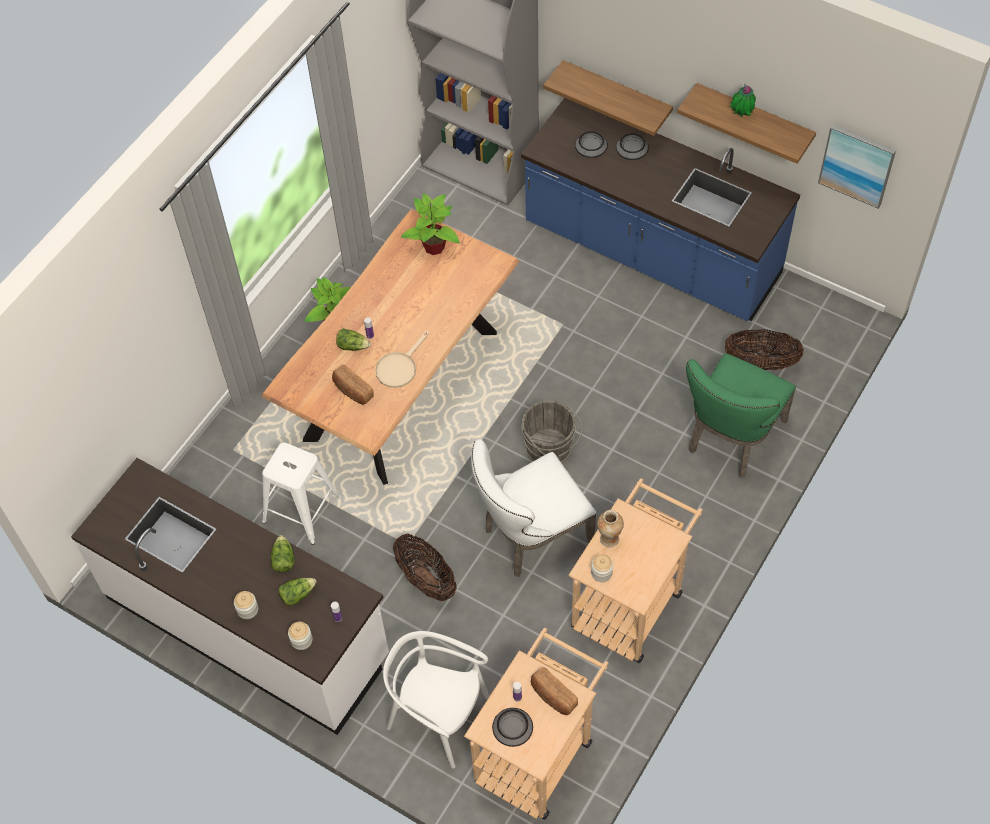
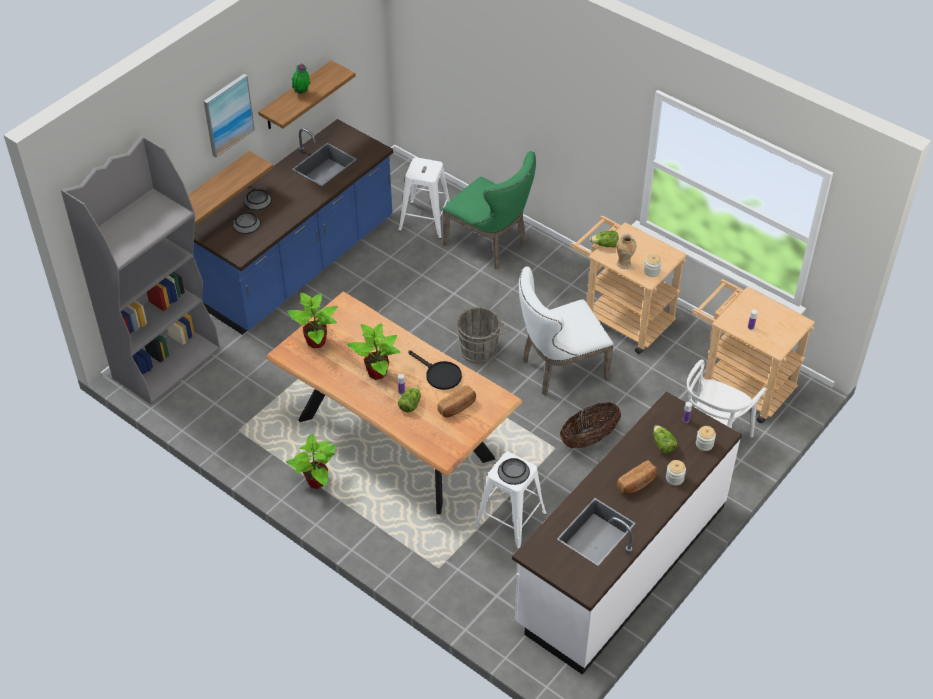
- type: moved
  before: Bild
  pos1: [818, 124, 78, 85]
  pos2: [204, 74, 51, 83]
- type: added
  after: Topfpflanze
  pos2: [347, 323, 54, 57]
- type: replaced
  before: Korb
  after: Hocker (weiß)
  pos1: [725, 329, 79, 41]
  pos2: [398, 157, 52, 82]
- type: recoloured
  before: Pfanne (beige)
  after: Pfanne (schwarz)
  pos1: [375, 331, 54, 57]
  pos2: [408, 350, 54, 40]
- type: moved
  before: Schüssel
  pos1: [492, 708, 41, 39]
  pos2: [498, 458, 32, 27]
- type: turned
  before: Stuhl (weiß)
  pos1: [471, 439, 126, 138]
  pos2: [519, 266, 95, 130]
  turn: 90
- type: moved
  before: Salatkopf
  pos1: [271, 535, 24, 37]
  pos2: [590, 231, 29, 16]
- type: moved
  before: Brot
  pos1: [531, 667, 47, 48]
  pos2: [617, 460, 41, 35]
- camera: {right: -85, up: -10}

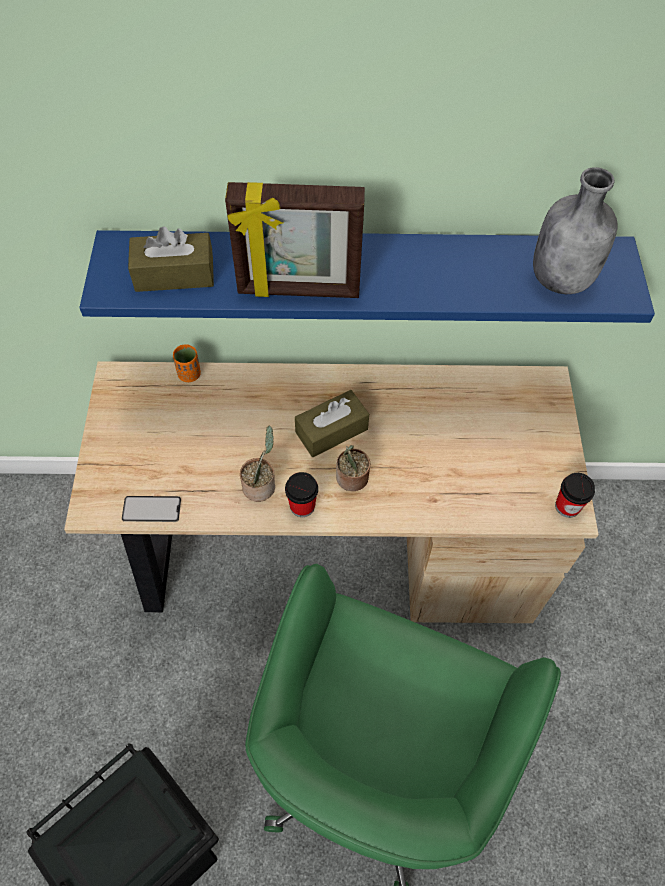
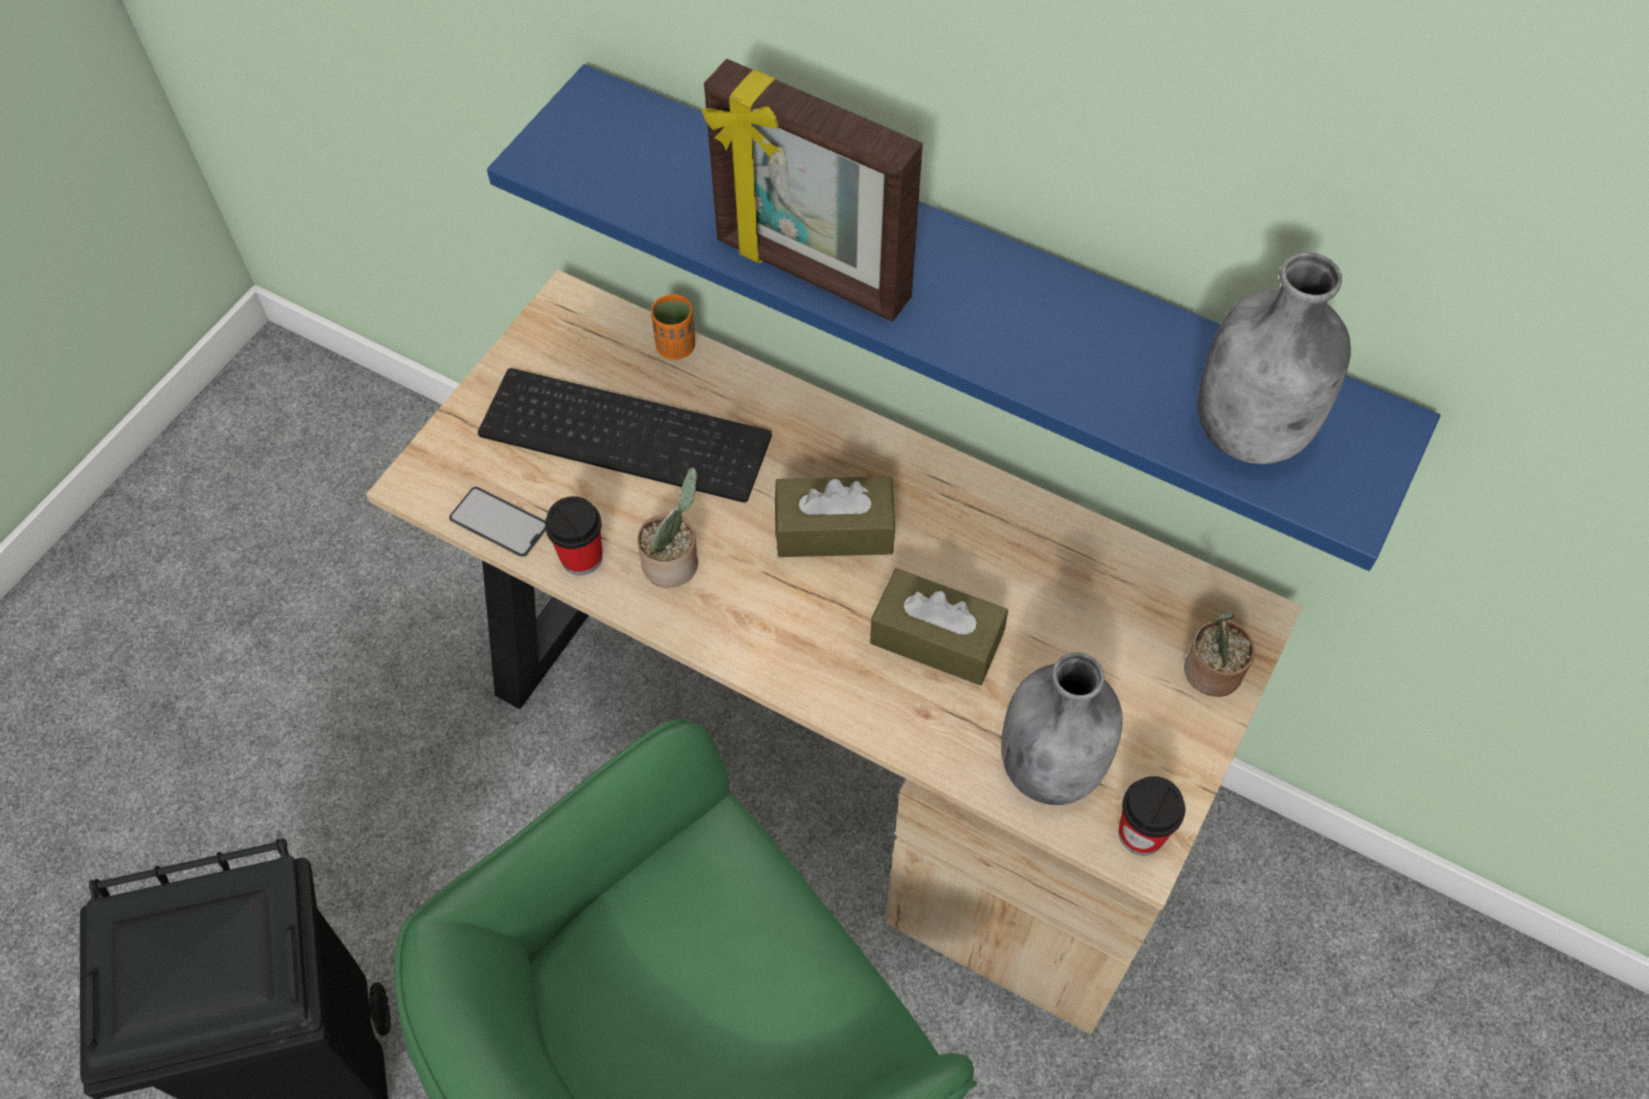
- type: added
  after: Tastatur
  pos2: [478, 368, 294, 135]
- type: moved
  before: Tasse
  pos1: [285, 472, 33, 45]
  pos2: [545, 496, 58, 80]
- type: moved
  before: Taschentuchbox (braun)
  pos1: [128, 226, 86, 66]
  pos2: [870, 568, 138, 117]
- type: added
  after: Flasche (grau)
  pos2: [1001, 652, 122, 153]
- type: moved
  before: Topfpflanze
  pos1: [336, 445, 35, 46]
  pos2: [1184, 613, 71, 84]
- camera: {right: 30, up: 0}

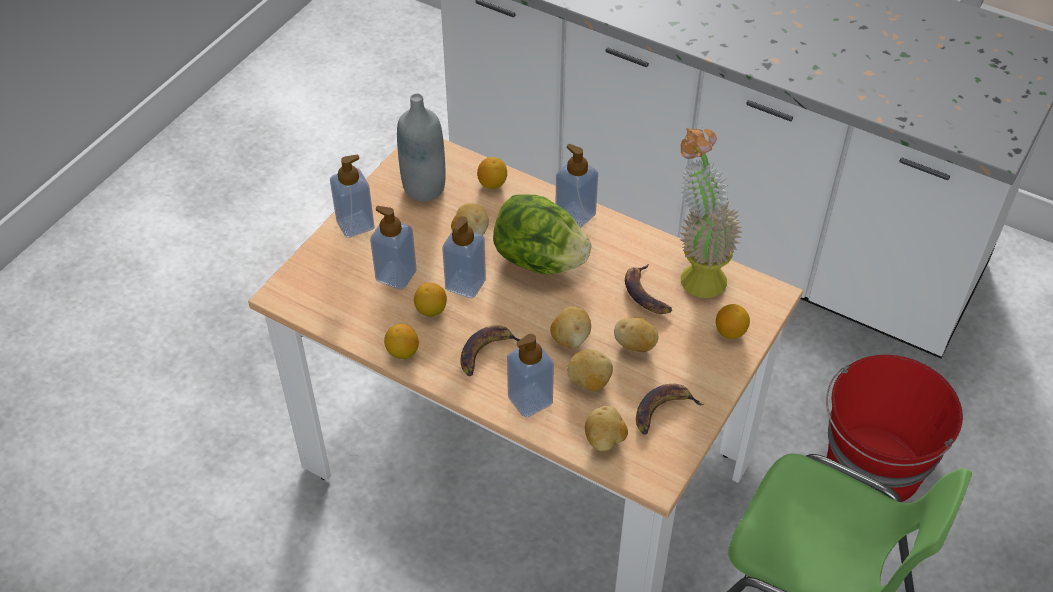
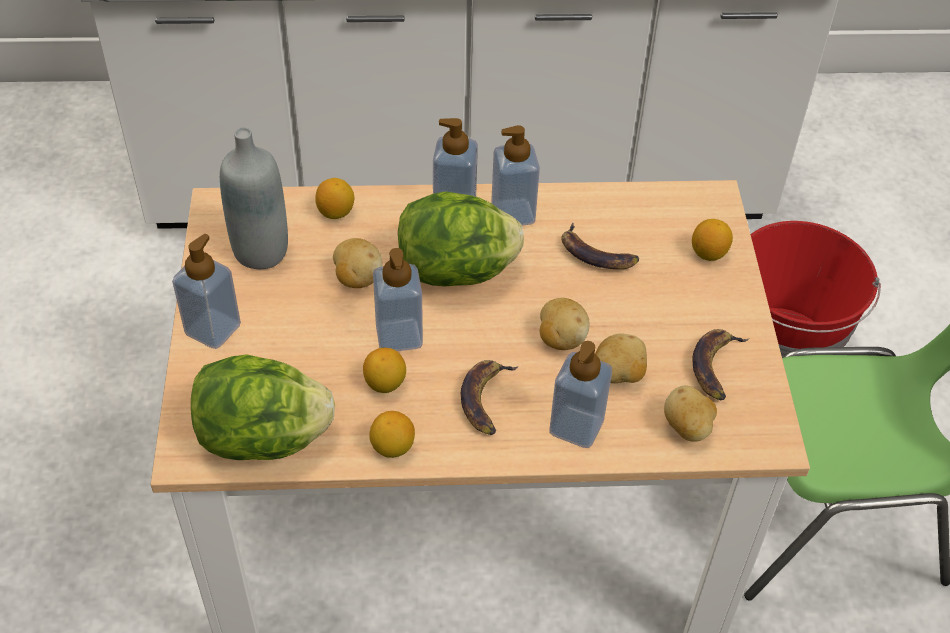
- type: added
  after: Salatkopf
  pos2: [191, 354, 144, 106]
- type: moved
  before: Seifenspender
  pos1: [370, 206, 46, 83]
  pos2: [491, 125, 49, 101]
- type: removed
  before: Kartoffel
  pos1: [614, 317, 44, 35]
- type: removed
  before: Topfpflanze
  pos1: [679, 128, 63, 170]
- camera: {right: -35, up: 0}

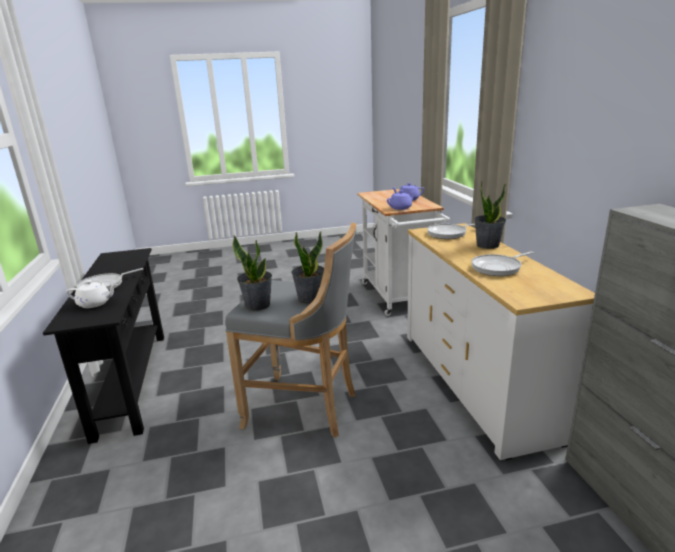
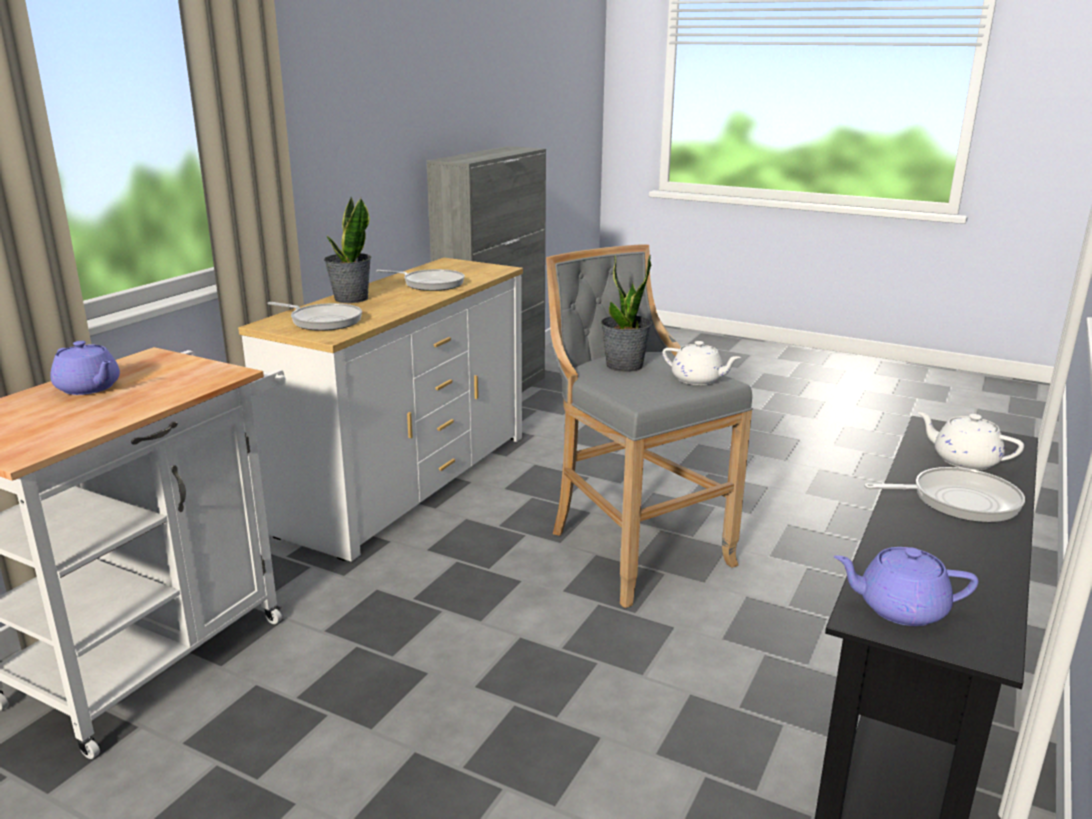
- type: replaced
  before: Topfpflanze
  after: Teekanne (weiß)
  pos1: [232, 236, 40, 75]
  pos2: [663, 341, 78, 44]
- type: moved
  before: Teekanne (lila)
  pos1: [387, 190, 29, 20]
  pos2: [834, 547, 144, 79]
- camera: {right: -140, up: 0}

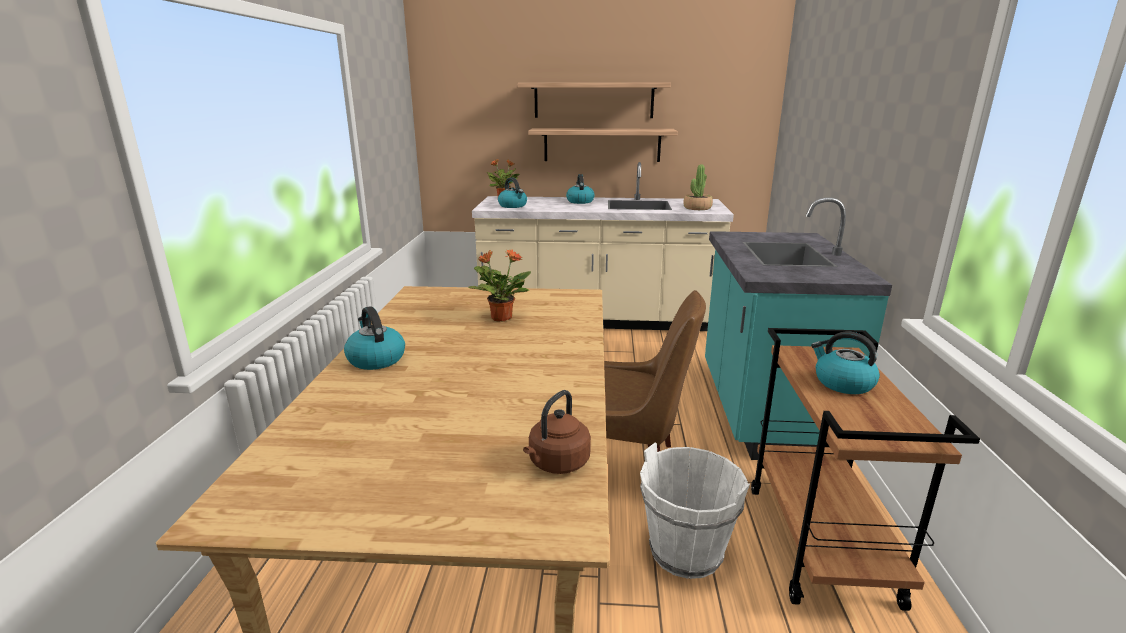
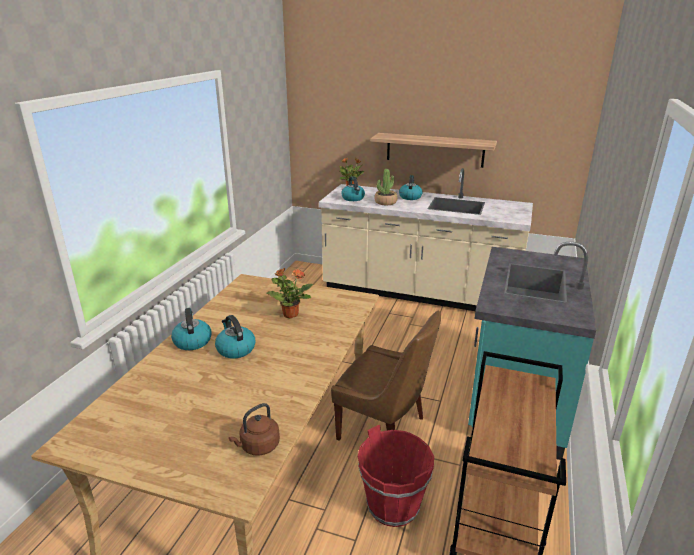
- type: moved
  before: Wasserkessel
  pos1: [811, 331, 69, 63]
  pos2: [215, 315, 41, 44]
- type: recoloured
  before: Eimer (weiß)
  after: Eimer (rot)
  pos1: [640, 443, 110, 136]
  pos2: [358, 425, 76, 102]
- type: moved
  before: Topfpflanze
  pos1: [683, 165, 30, 45]
  pos2: [374, 169, 24, 36]
- type: removed
  before: Wandregal
  pos1: [517, 83, 154, 35]
- camera: {right: 15, up: 5}

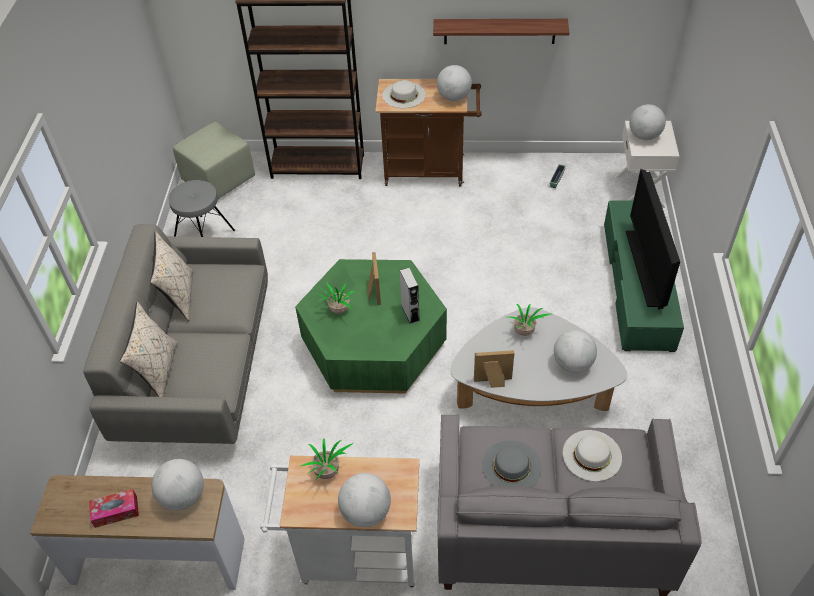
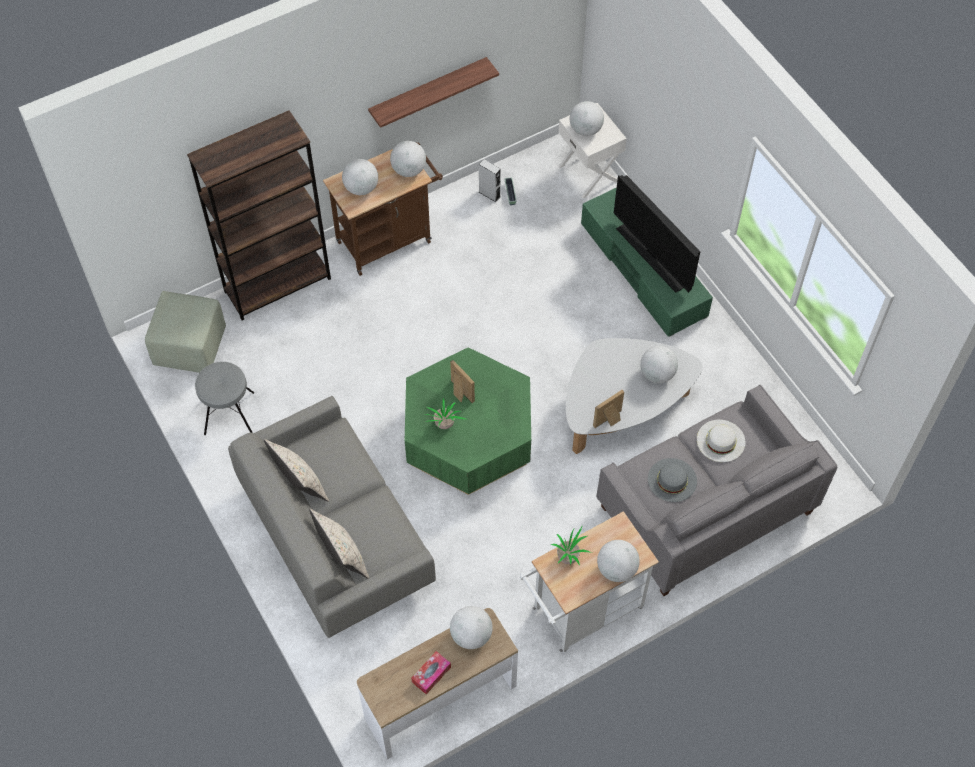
- type: replaced
  before: Hut (weiß)
  after: Globus
  pos1: [382, 80, 44, 28]
  pos2: [342, 159, 36, 36]
- type: moved
  before: Lautsprecher (grau)
  pos1: [400, 268, 20, 56]
  pos2: [479, 159, 22, 43]
- type: removed
  before: Topfpflanze
  pos1: [508, 304, 43, 32]
- camera: {right: -35, up: 10}

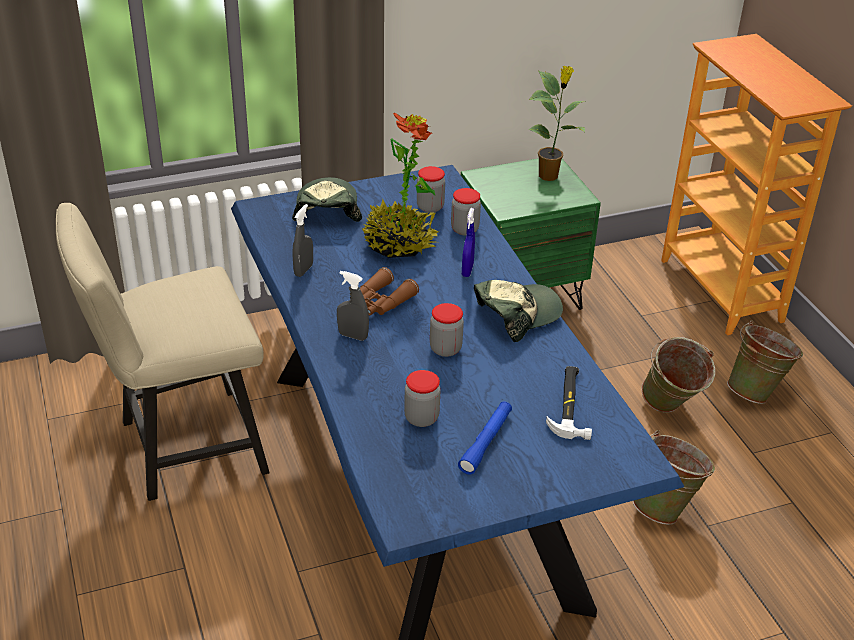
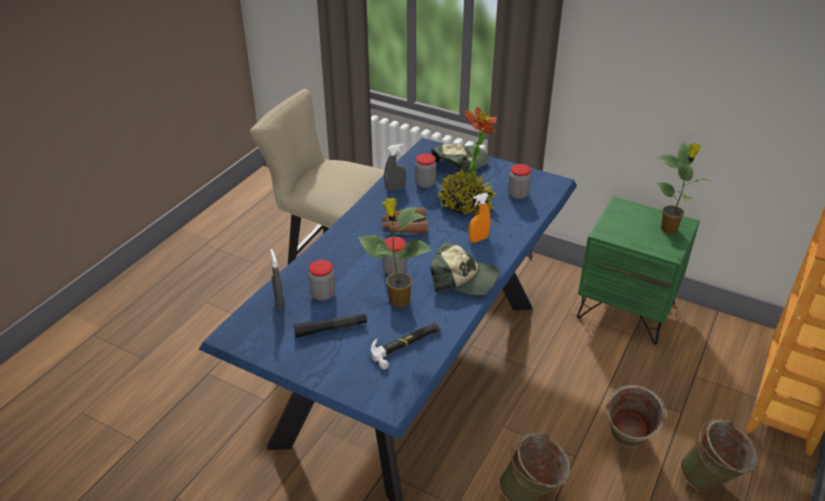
- type: moved
  before: Sprühflasche (grau)
  pos1: [337, 271, 32, 70]
  pos2: [270, 249, 15, 60]
- type: recoloured
  before: Taschenlampe (blau)
  after: Taschenlampe (schwarz)
  pos1: [458, 401, 54, 73]
  pos2: [293, 313, 74, 25]
- type: added
  after: Topfpflanze
  pos2: [358, 198, 75, 110]
- type: moved
  before: Vorratsglas
  pos1: [451, 188, 30, 47]
  pos2: [415, 153, 21, 35]
- type: recoloured
  before: Sprühflasche (blau)
  after: Sprühflasche (orange)
  pos1: [462, 208, 13, 69]
  pos2: [469, 193, 21, 50]
- camera: {right: 50, up: 0}

